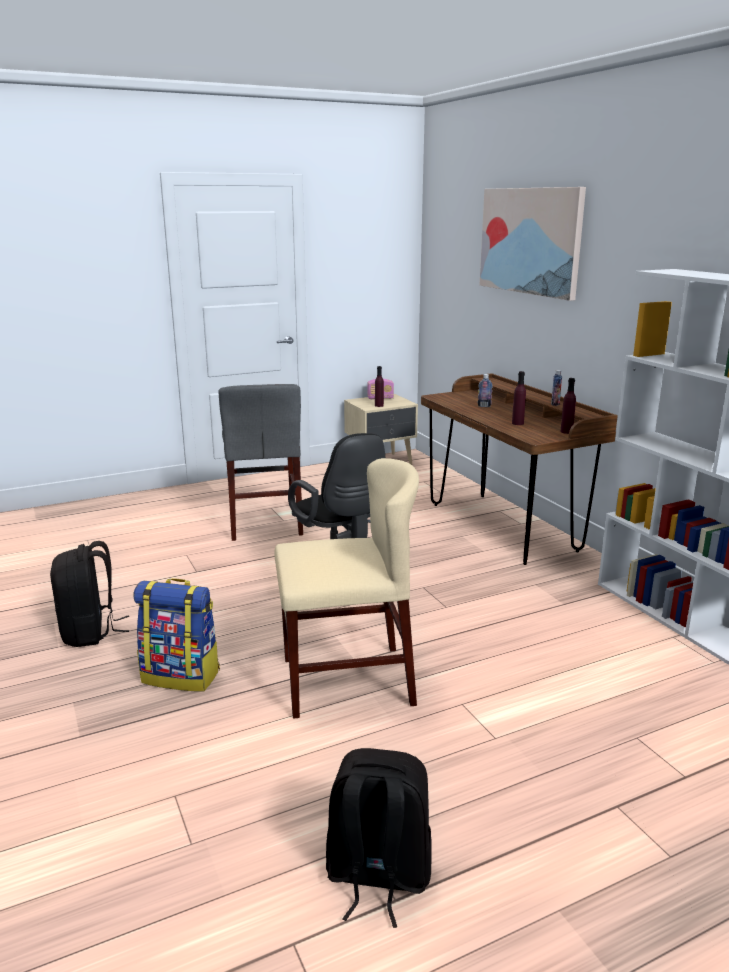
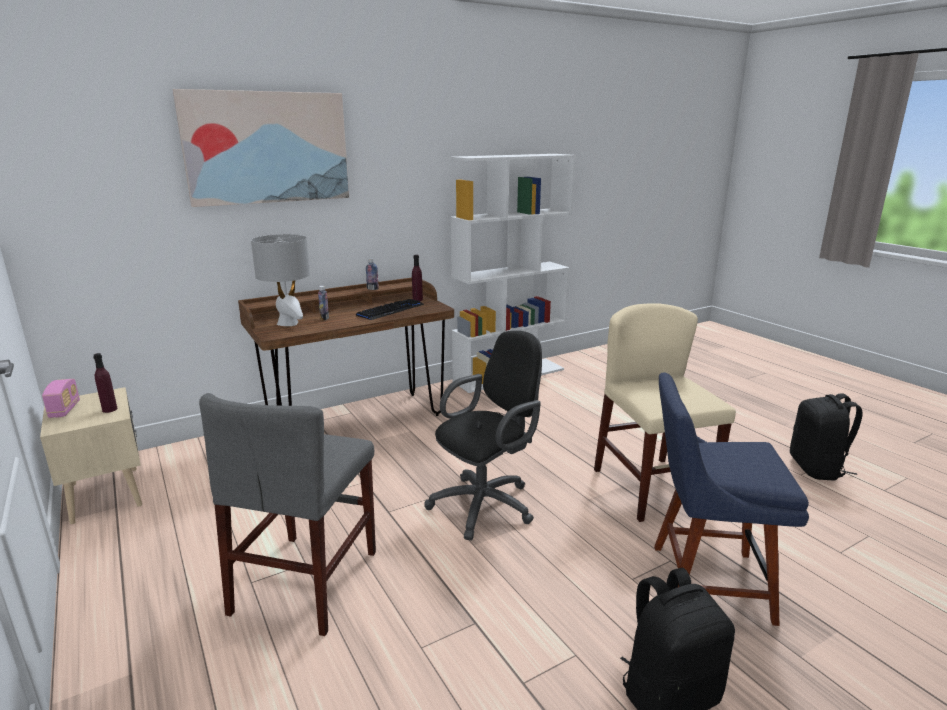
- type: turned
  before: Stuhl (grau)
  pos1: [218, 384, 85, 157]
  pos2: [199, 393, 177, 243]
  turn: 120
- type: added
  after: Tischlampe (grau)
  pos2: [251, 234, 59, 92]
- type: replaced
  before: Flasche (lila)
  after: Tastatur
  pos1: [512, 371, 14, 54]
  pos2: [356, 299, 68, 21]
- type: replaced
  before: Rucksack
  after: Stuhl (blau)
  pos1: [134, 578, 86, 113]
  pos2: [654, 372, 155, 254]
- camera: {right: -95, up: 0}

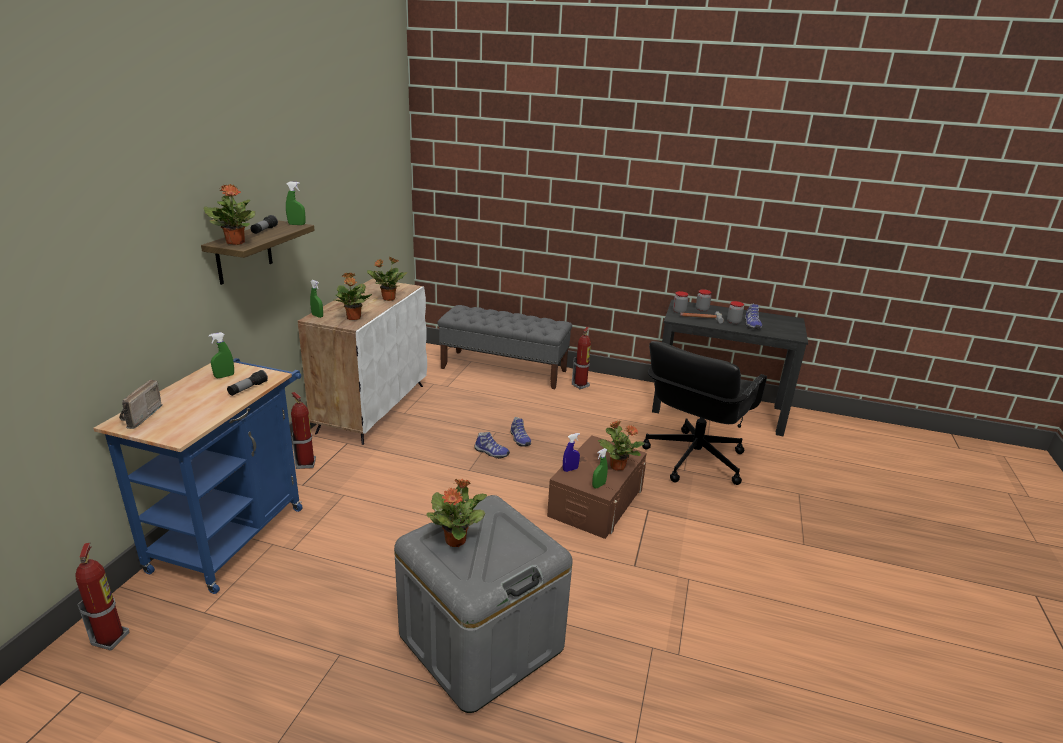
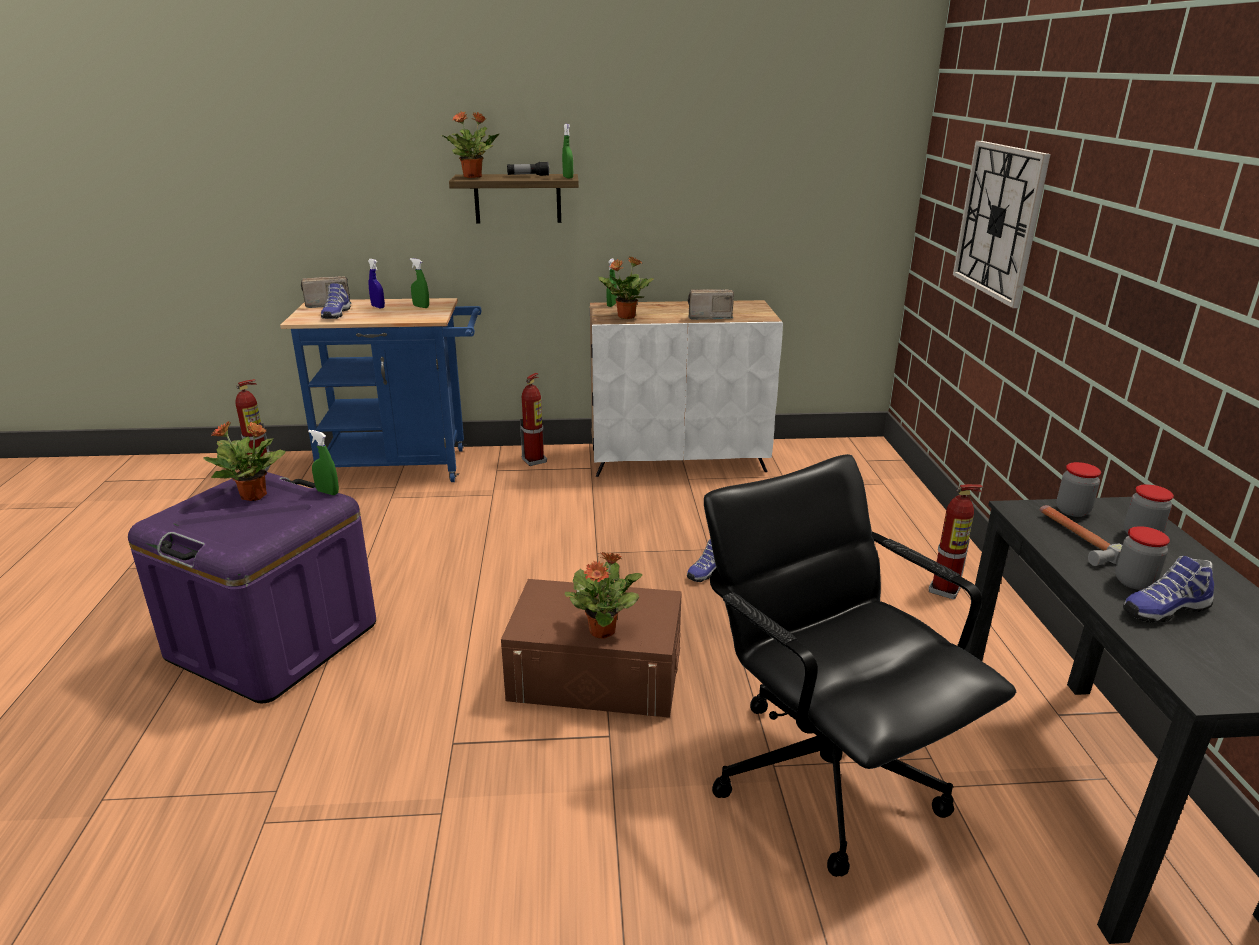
- type: recoloured
  before: Aufbewahrungsbox (grau)
  after: Aufbewahrungsbox (lila)
  pos1: [394, 495, 179, 218]
  pos2: [128, 472, 248, 231]
- type: moved
  before: Sprühflasche (grün)
  pos1: [592, 448, 16, 40]
  pos2: [308, 430, 31, 65]
- type: moved
  before: Schuh
  pos1: [474, 432, 36, 27]
  pos2: [321, 283, 30, 36]
- type: moved
  before: Sprühflasche (blau)
  pos1: [563, 433, 17, 39]
  pos2: [368, 259, 17, 49]
- type: replaced
  before: Topfpflanze
  after: Radio
  pos1: [367, 257, 41, 44]
  pos2: [688, 289, 46, 31]
- type: turned
  before: Bürostuhl (schwarz)
  pos1: [642, 341, 125, 144]
  pos2: [704, 454, 312, 423]
  turn: 45
- type: added
  after: Wanduhr
  pos2: [953, 141, 98, 167]
- type: removed
  before: Taschenlampe
  pos1: [227, 370, 41, 26]
- type: removed
  before: Bank (grau)
  pos1: [437, 305, 135, 84]
- camera: {right: 70, up: 0}

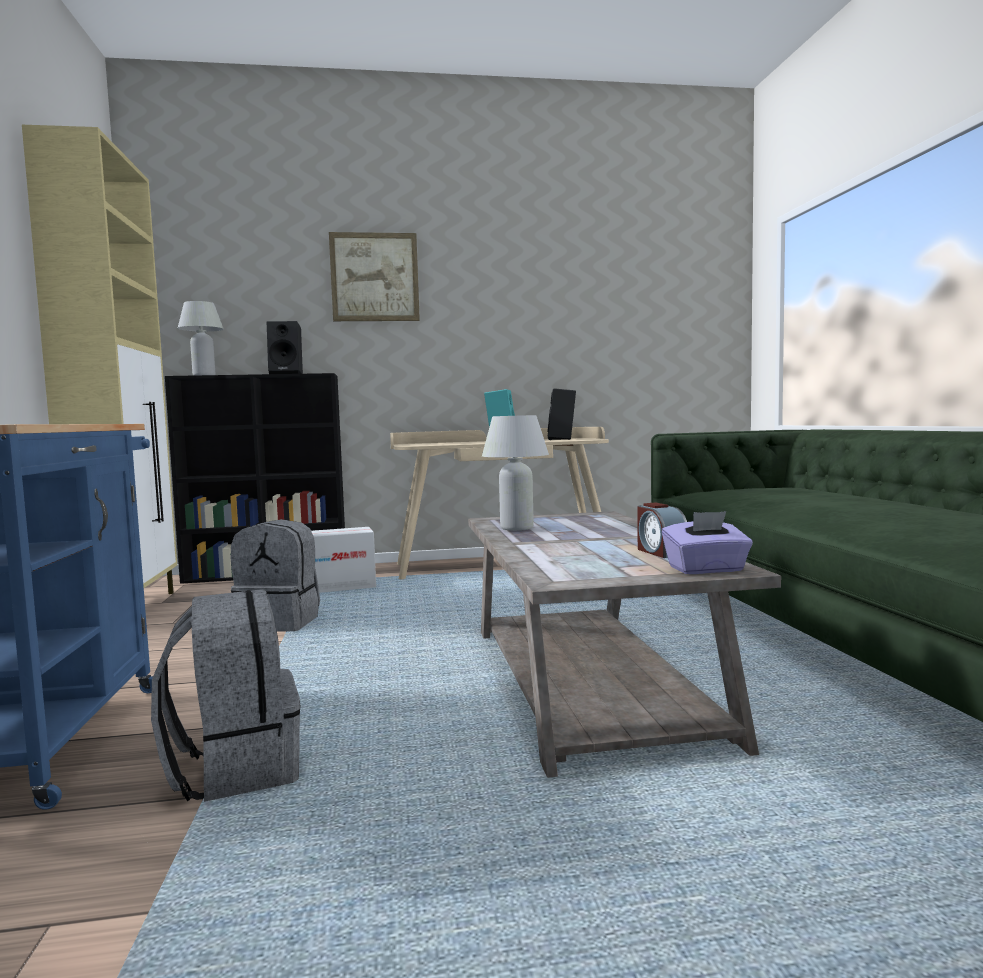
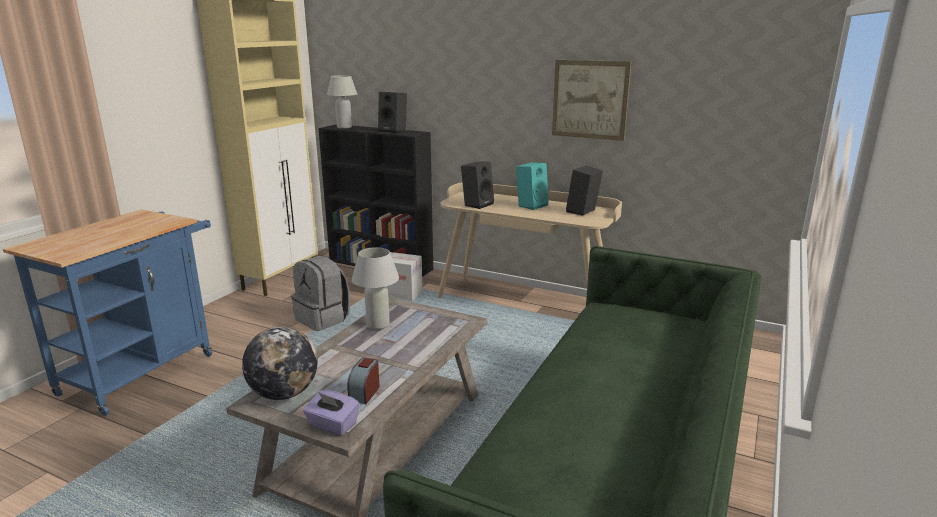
- type: added
  after: Globus
  pos2: [242, 327, 76, 73]
- type: added
  after: Lautsprecher (schwarz)
  pos2: [461, 162, 33, 47]
- type: moved
  before: Bild
  pos1: [329, 232, 91, 89]
  pos2: [552, 60, 79, 81]
- type: removed
  before: Rucksack (grau)
  pos1: [151, 589, 149, 213]
- camera: {right: 35, up: 15}

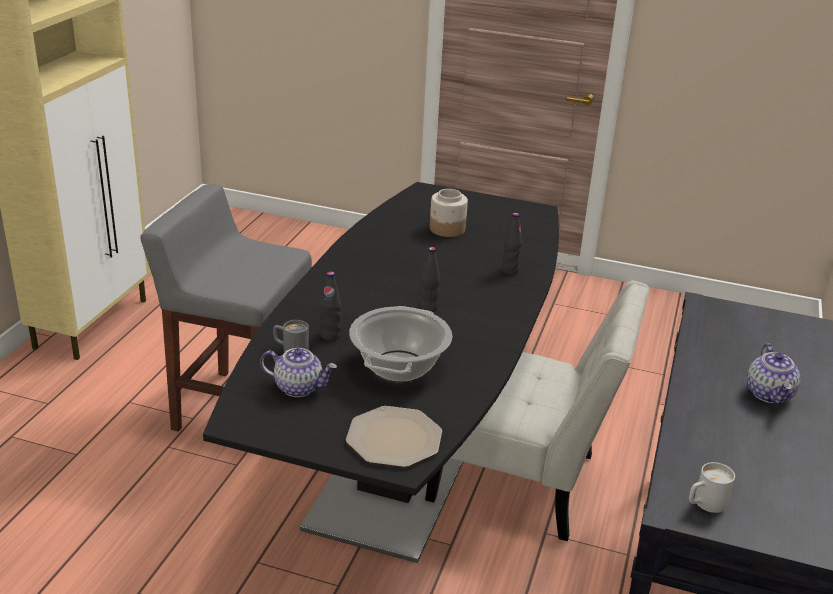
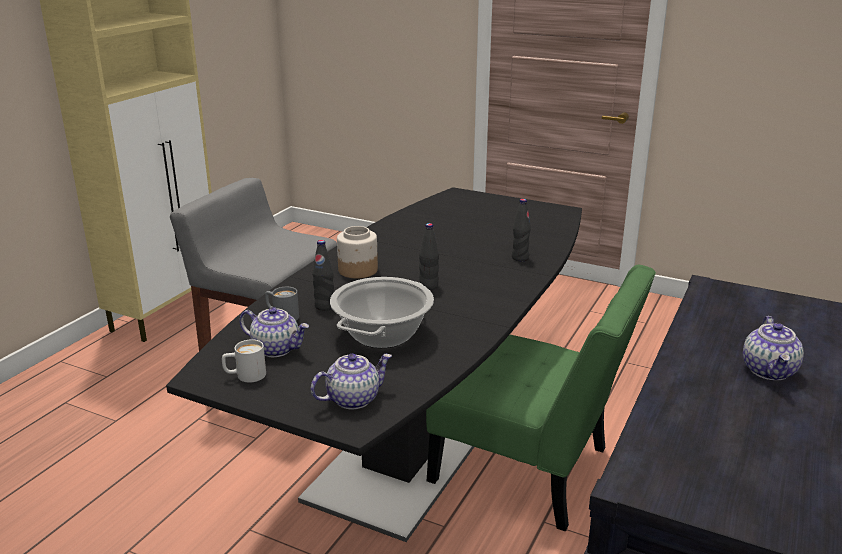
- type: moved
  before: Henkelbecher (weiß)
  pos1: [689, 462, 46, 51]
  pos2: [222, 339, 44, 43]
- type: replaced
  before: Teller
  after: Teekanne
  pos1: [346, 406, 96, 61]
  pos2: [311, 354, 81, 56]
- type: moved
  before: Vorratsglas
  pos1: [430, 189, 38, 48]
  pos2: [337, 226, 41, 53]
- type: recoloured
  before: Stuhl (weiß)
  after: Stuhl (grün)
  pos1: [425, 281, 225, 260]
  pos2: [426, 265, 230, 267]
- camera: {right: 10, up: -5}

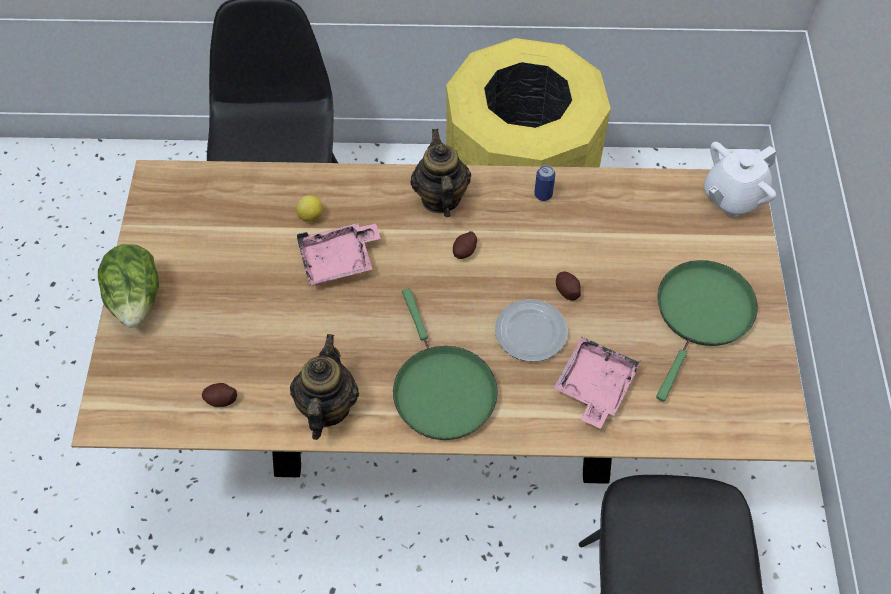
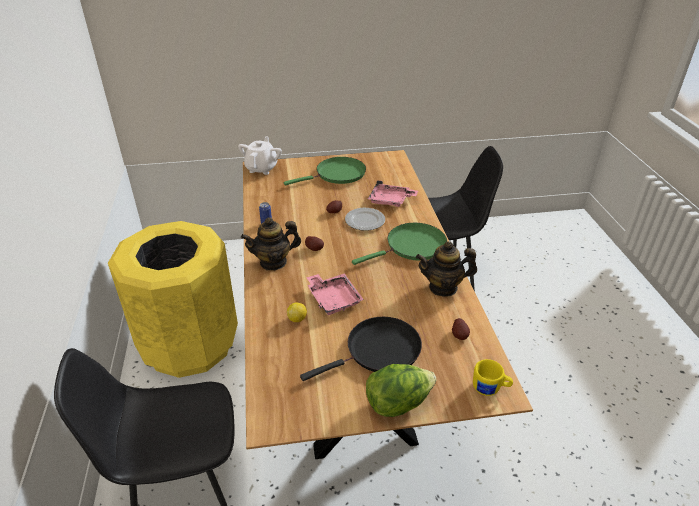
- type: turned
  before: Teekanne (weiß)
  pos1: [704, 142, 72, 75]
  pos2: [238, 137, 44, 38]
  turn: -120
- type: turned
  before: Pfanne (grün)
  pos1: [656, 260, 102, 142]
  pos2: [284, 157, 82, 29]
  turn: 135
- type: added
  after: Pfanne (schwarz)
  pos2: [300, 317, 122, 64]
- type: added
  after: Henkelbecher (gelb)
  pos2: [473, 359, 40, 37]
- camera: {right: -100, up: -20}

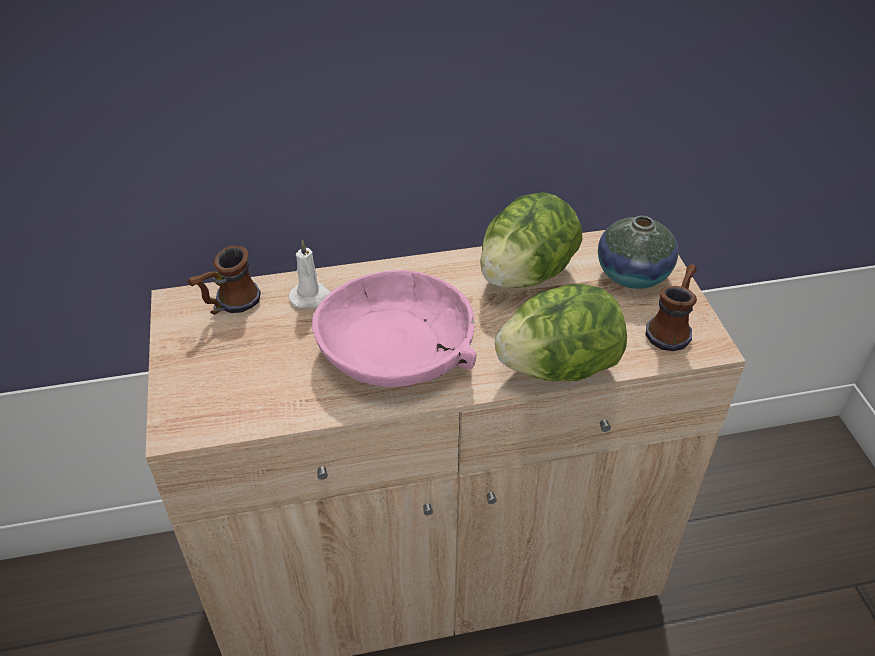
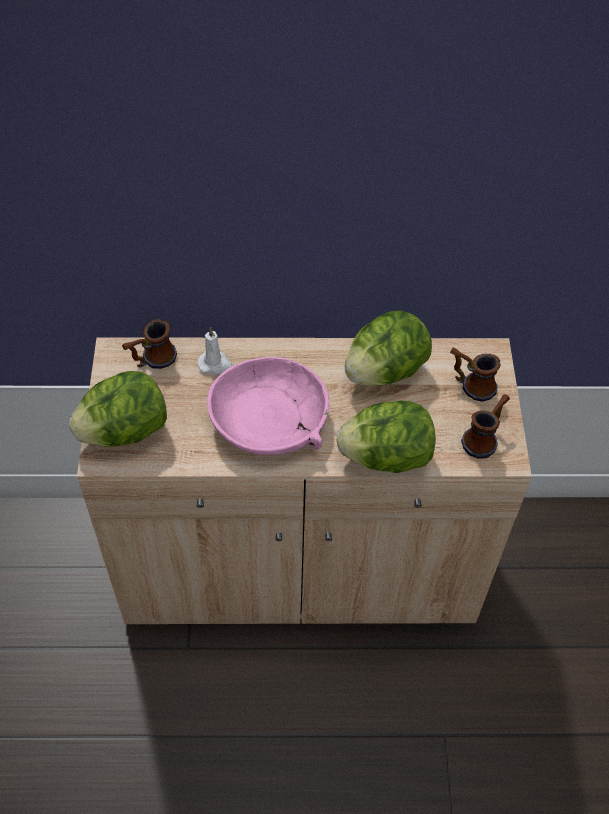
- type: added
  after: Salatkopf
  pos2: [69, 371, 98, 76]
- type: replaced
  before: Vase
  after: Henkelbecher
  pos1: [598, 216, 80, 73]
  pos2: [450, 348, 51, 54]
- camera: {right: 10, up: 10}

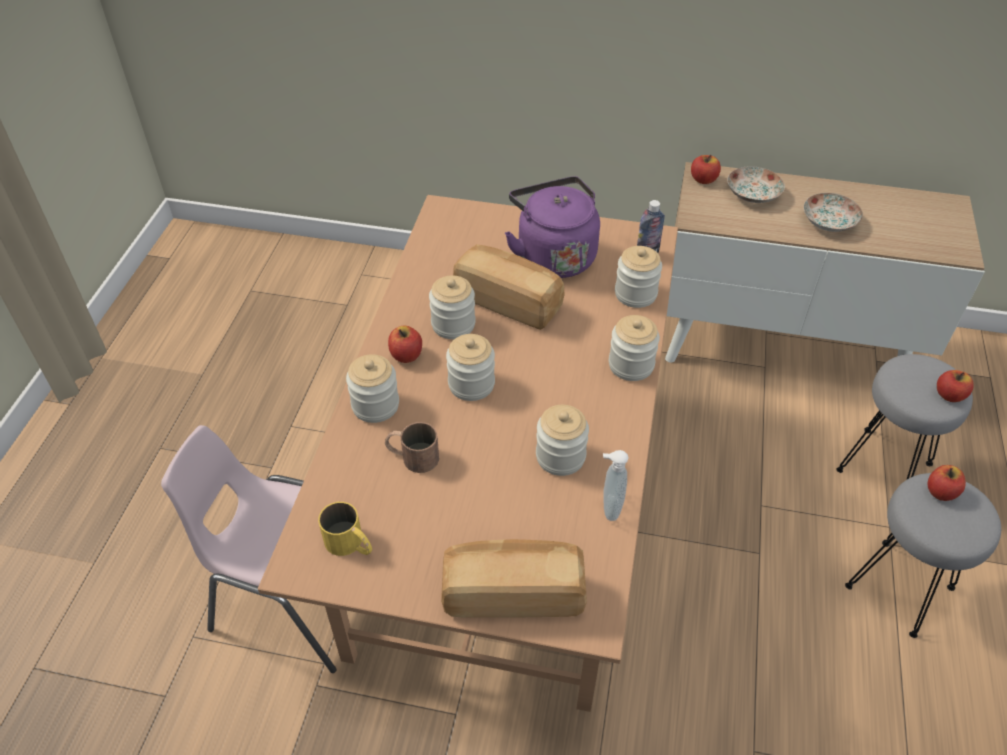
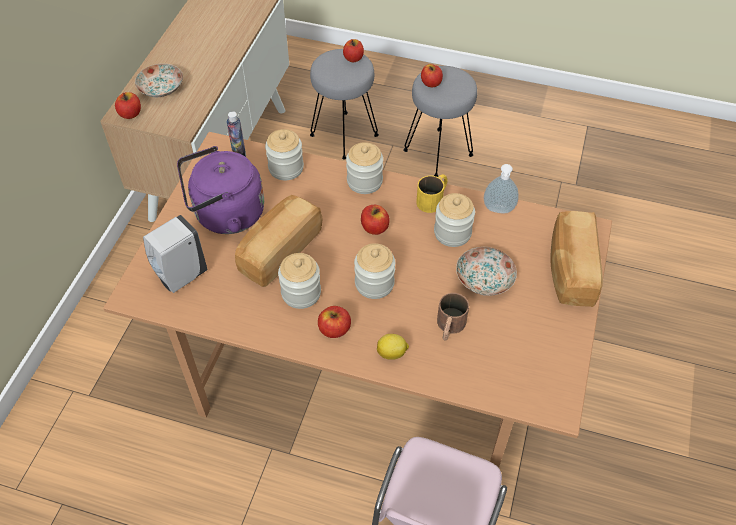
- type: added
  after: Seifenspender (weiß)
  pos2: [143, 215, 65, 78]
- type: added
  after: Apfel
  pos2: [361, 205, 29, 30]
- type: replaced
  before: Vorratsglas
  after: Zitrone
  pos1: [346, 354, 53, 69]
  pos2: [377, 334, 32, 26]
- type: moved
  before: Henkelbecher (gelb)
  pos1: [318, 502, 54, 54]
  pos2: [416, 174, 31, 39]
- type: moved
  before: Teller
  pos1: [804, 193, 59, 39]
  pos2: [456, 247, 61, 49]
- camera: {right: -85, up: 5}

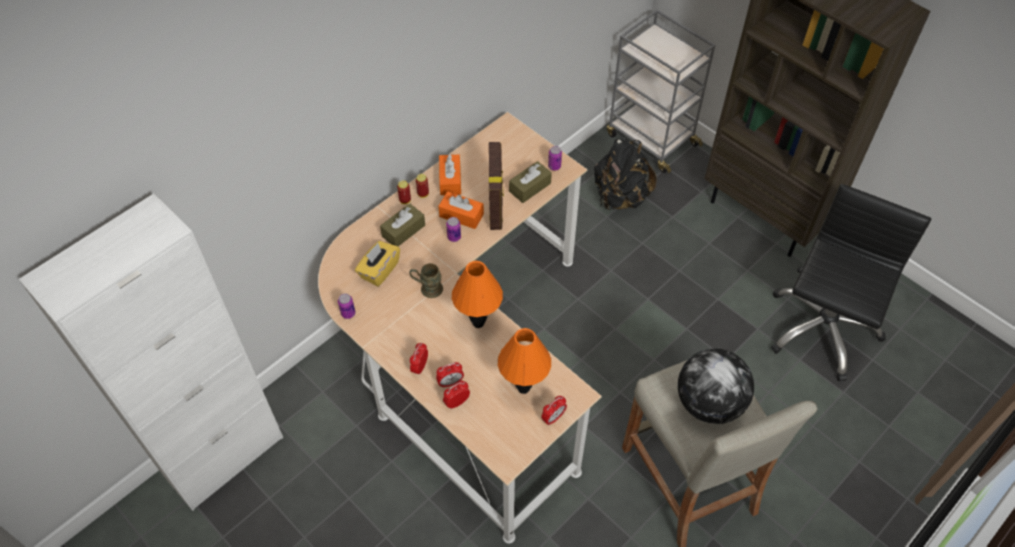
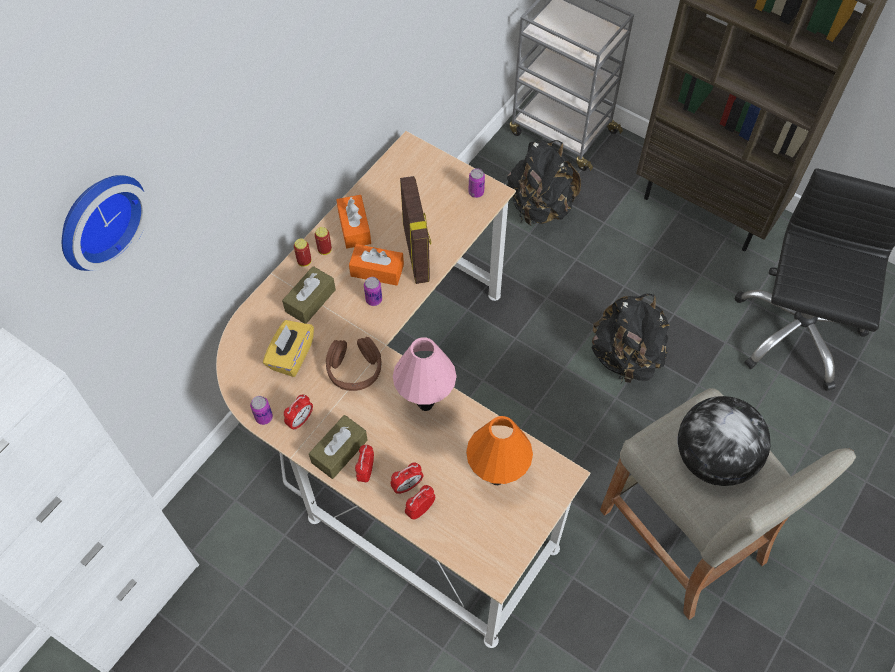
- type: added
  after: Wanduhr
  pos2: [62, 175, 87, 96]
- type: moved
  before: Wecker
  pos1: [541, 396, 26, 30]
  pos2: [284, 395, 29, 35]
- type: moved
  before: Taschentuchbox (braun)
  pos1: [509, 161, 43, 42]
  pos2: [309, 415, 59, 64]
- type: replaced
  before: Henkelbecher (braun)
  after: Kopfhörer (braun)
  pos1: [410, 263, 33, 35]
  pos2: [326, 337, 56, 54]
- type: recoloured
  before: Tischlampe (orange)
  after: Tischlampe (rosa)
  pos1: [452, 261, 51, 67]
  pos2: [393, 337, 64, 74]
- type: added
  after: Rucksack (schwarz)
  pos2: [592, 293, 77, 91]
- camera: {right: -10, up: 5}

